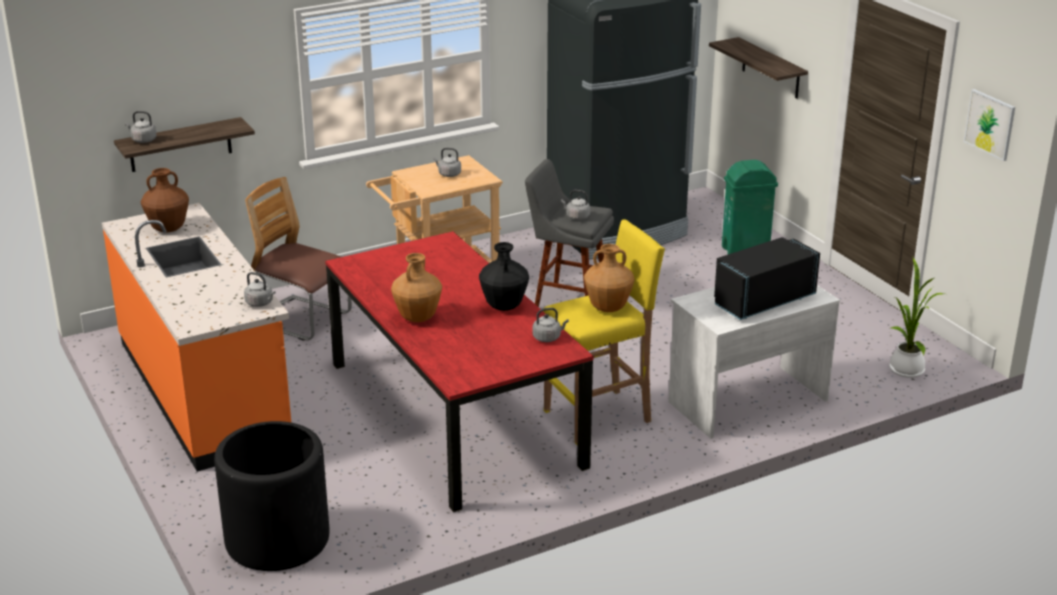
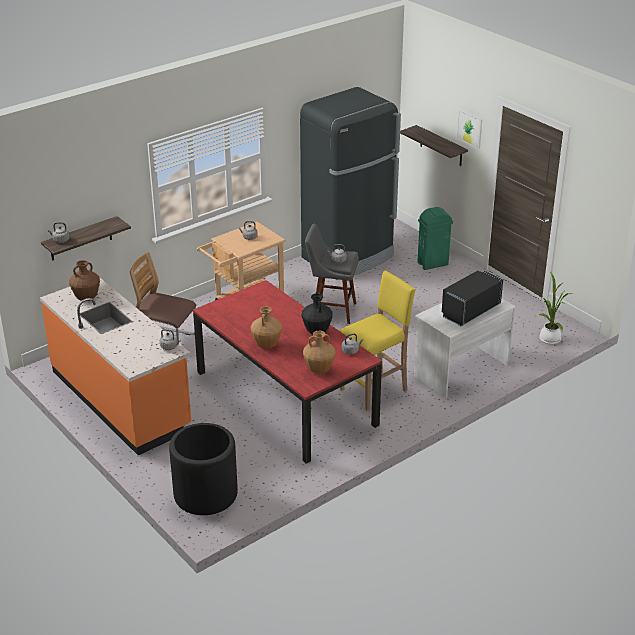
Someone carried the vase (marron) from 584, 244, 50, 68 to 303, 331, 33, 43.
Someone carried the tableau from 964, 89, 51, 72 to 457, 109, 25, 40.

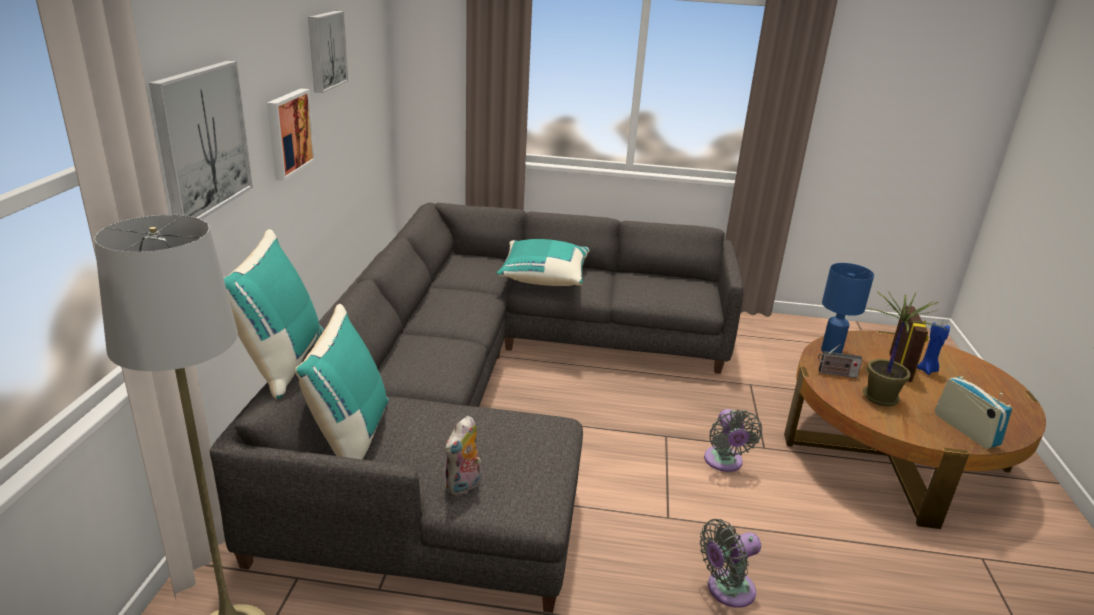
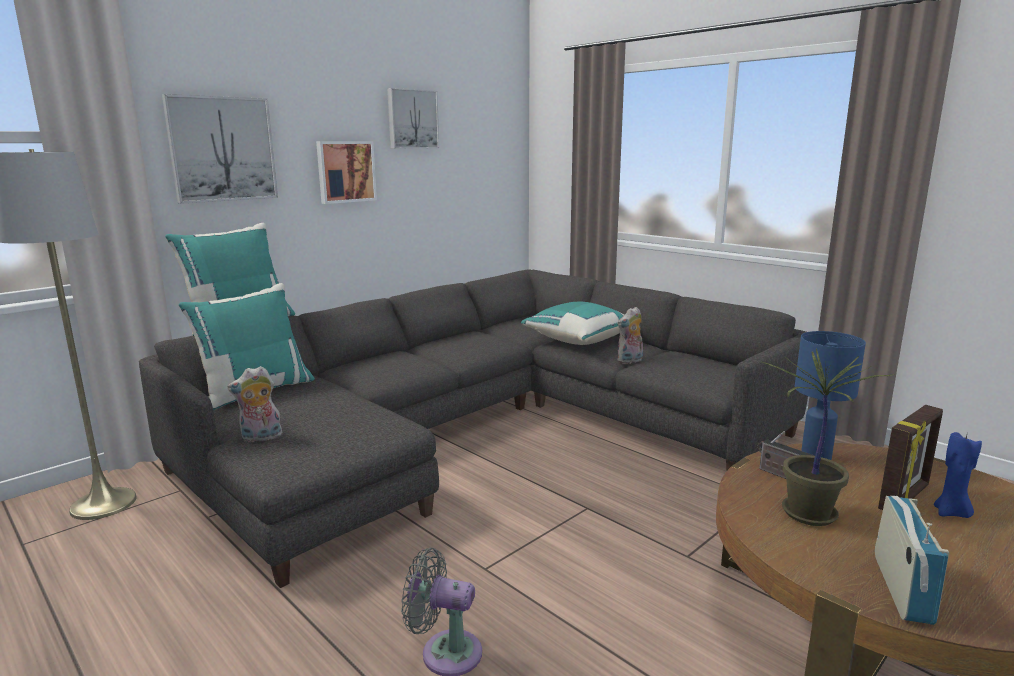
Someone put down the peluche at 618, 307, 25, 57.
Someone took away the ventilateur (gris) at 704, 409, 58, 63.

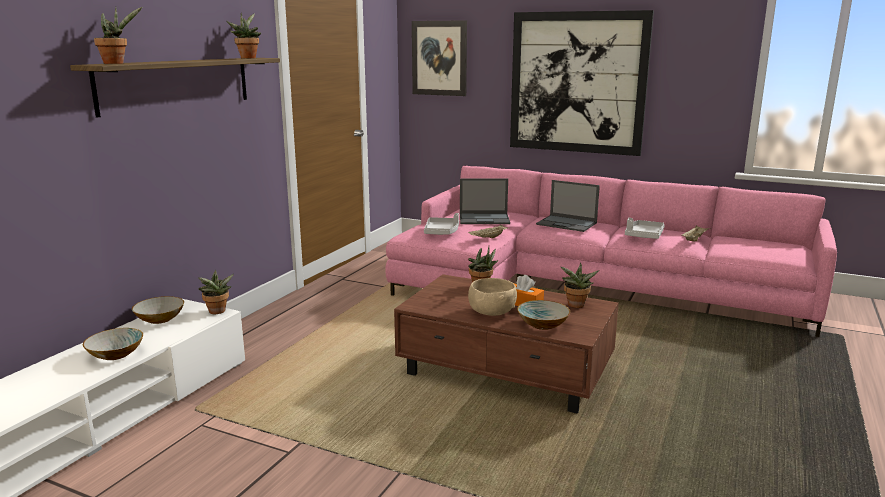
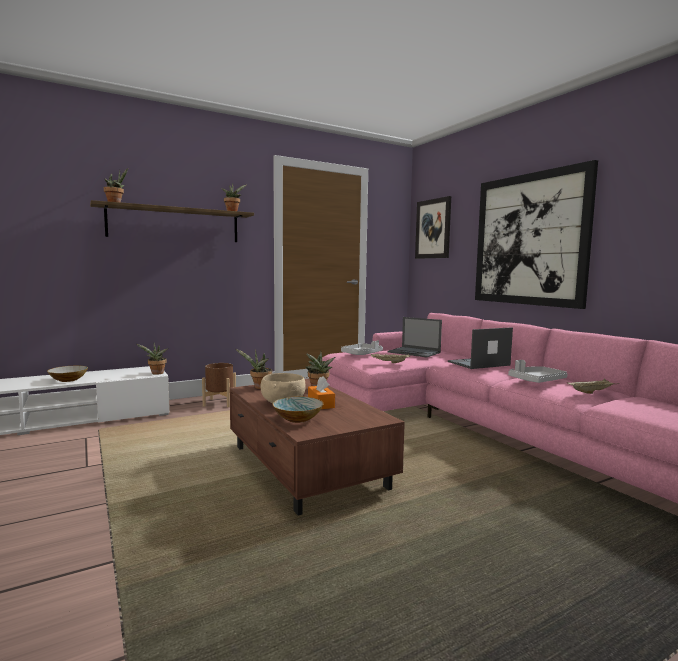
Someone put down the cache-pot (marron) at 202, 363, 34, 44.
Someone carried the plante en pot from 561, 263, 38, 45 to 236, 349, 36, 40.
Someone rotated the ordinateur portable at 536, 180, 64, 52 by 90 degrees clockwise.
Someone took away the bol at 132, 296, 52, 28.

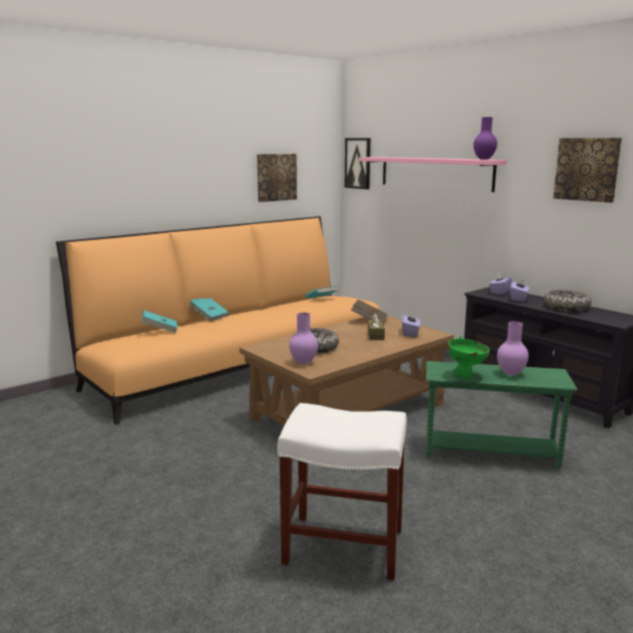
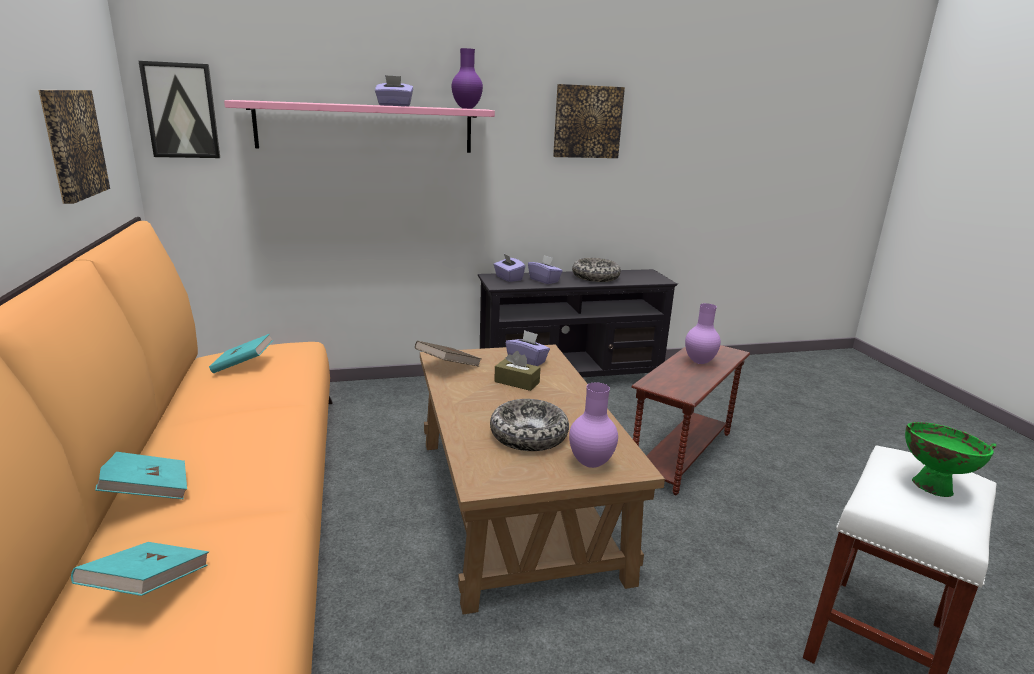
Someone put down the boîte à mouchoirs (violet) at 375, 75, 38, 31.
Someone repainted the table d'appoint (vert) at 426, 361, 151, 108, which became the table d'appoint (marron) at 631, 345, 119, 150.
Someone carried the bol (vert) from 448, 336, 41, 43 to 905, 422, 91, 75.

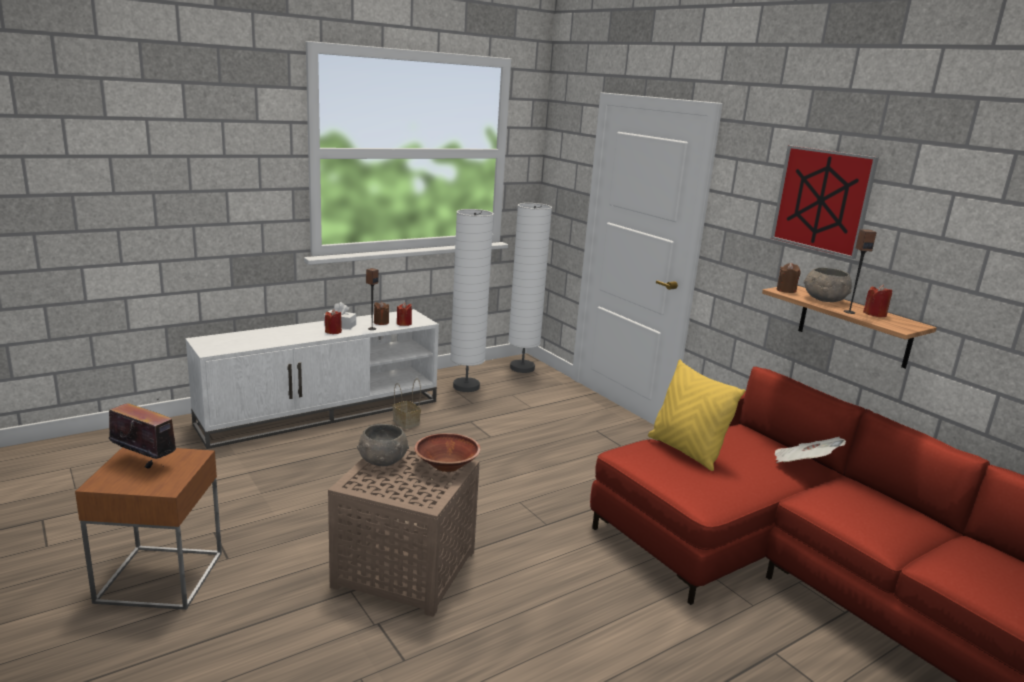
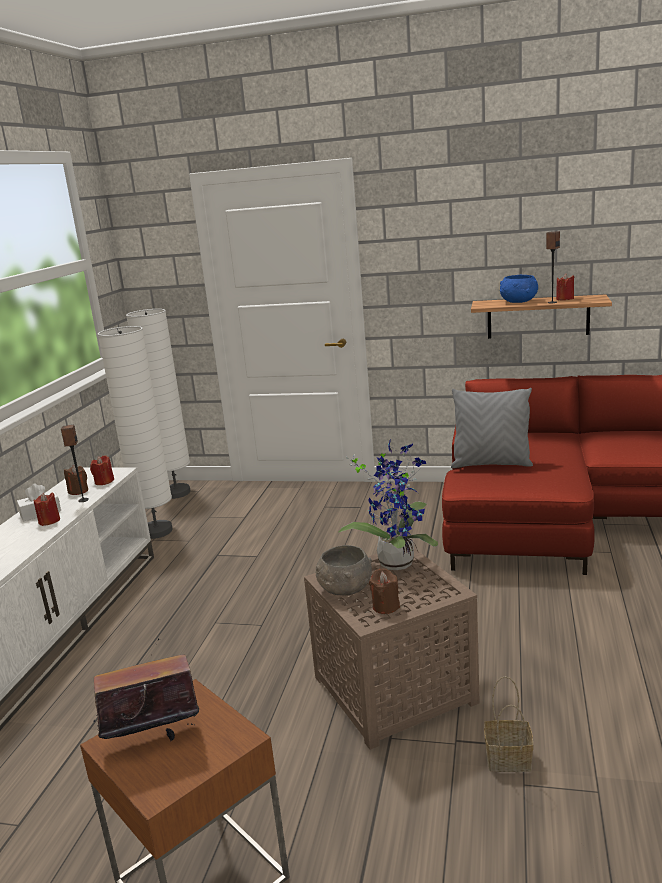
Someone swapped the bol (marron) at 414, 433, 67, 39 for the plante en pot at 339, 439, 99, 131.
Someone carried the bougie (marron) from 776, 263, 25, 30 to 369, 569, 31, 45.
Someone repainted the coussin (jaune) at 648, 360, 98, 111, which became the coussin (gris) at 451, 388, 82, 80.
Someone carried the panier from 392, 378, 29, 51 to 484, 676, 50, 96.
Someone repainted the bol (gris) at 804, 268, 48, 34, which became the bol (bleu) at 500, 275, 38, 28.
Someone took away the tableau at 771, 146, 108, 113.
Someone took away the journal at 775, 437, 71, 26.

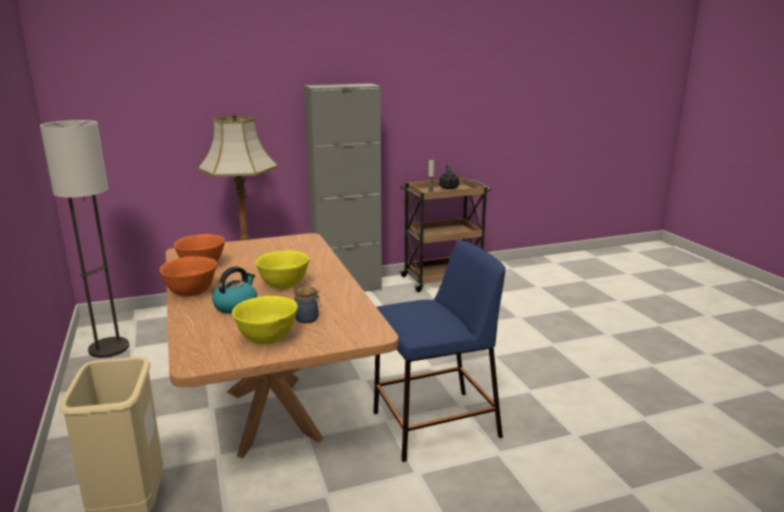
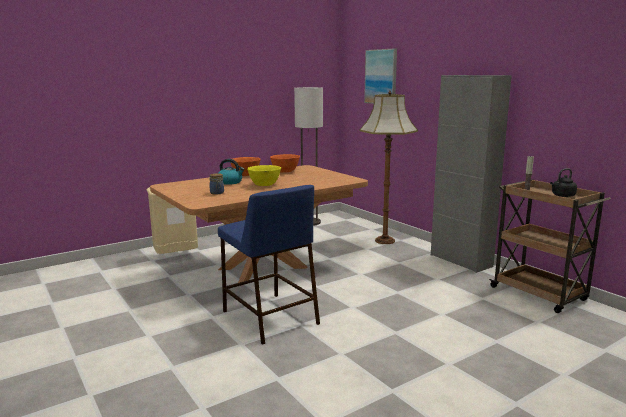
Someone put up the tableau at 364, 48, 33, 56.
Someone took away the bol (jaune) at 232, 296, 66, 49.

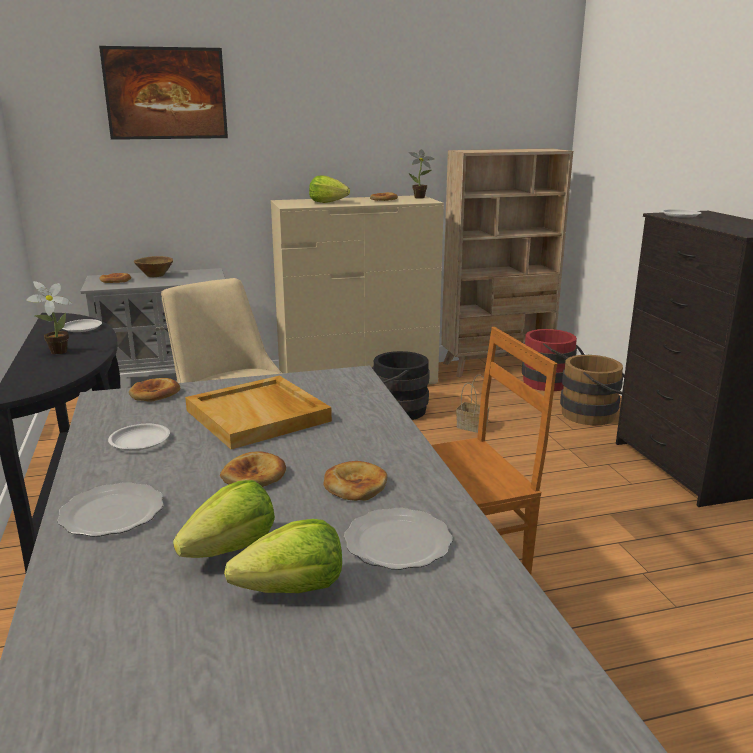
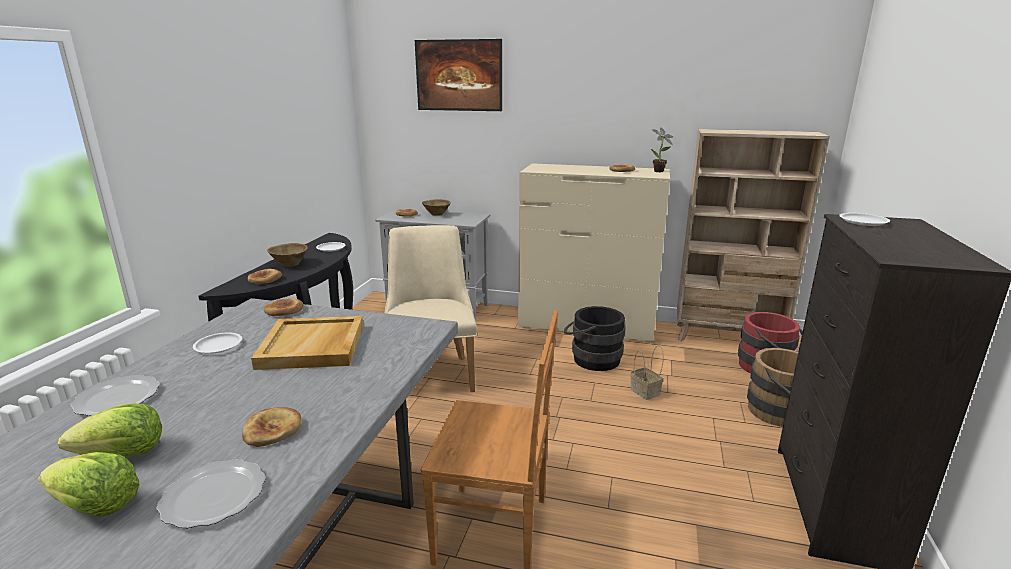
Someone carried the pain from 220, 451, 66, 36 to 248, 269, 34, 15.
Someone swapped the plante en pot at 26, 281, 46, 73 for the bol (marron) at 267, 243, 41, 24.
Someone took away the laitue at 309, 176, 41, 27.

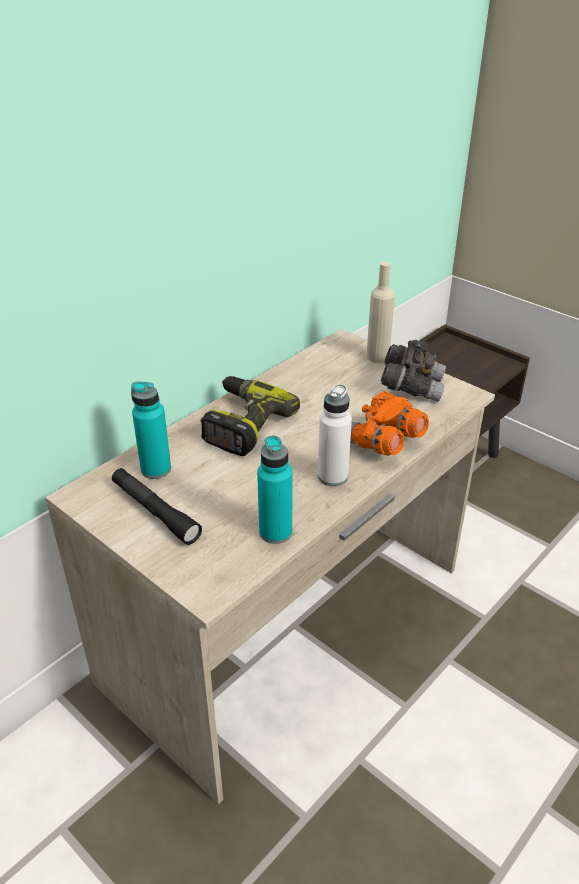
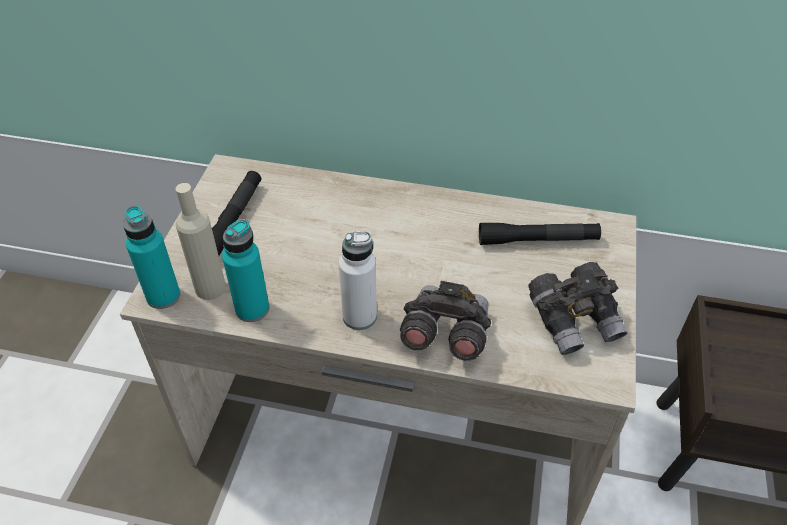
Someone carried the bouteille (turquoise) from 131, 382, 40, 97 to 123, 206, 57, 103.
Someone carried the bouteille (beige) from 366, 261, 29, 102 to 175, 183, 51, 117.
Someone repainted the jumelles (orange) at 350, 391, 79, 65, which became the jumelles (gris) at 400, 281, 91, 80.
Someone put down the lampe de poche (noir) at 479, 223, 122, 22.
Someone took away the perceuse at 201, 376, 99, 80.

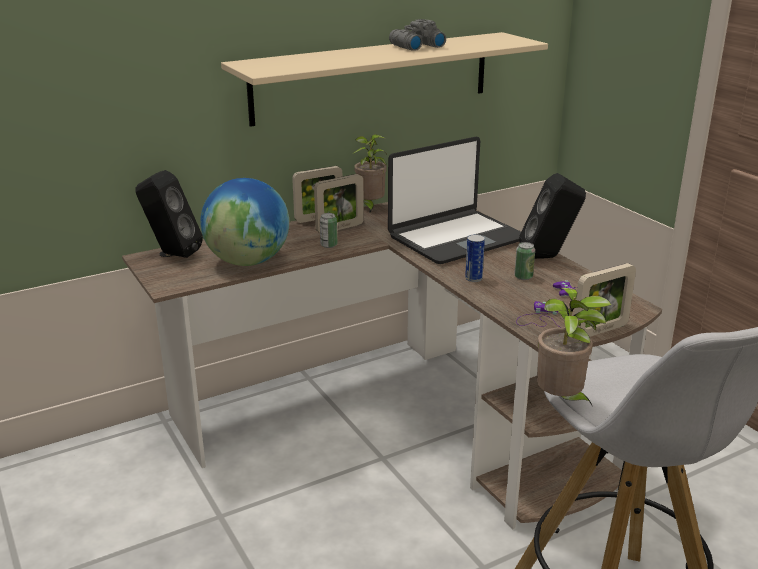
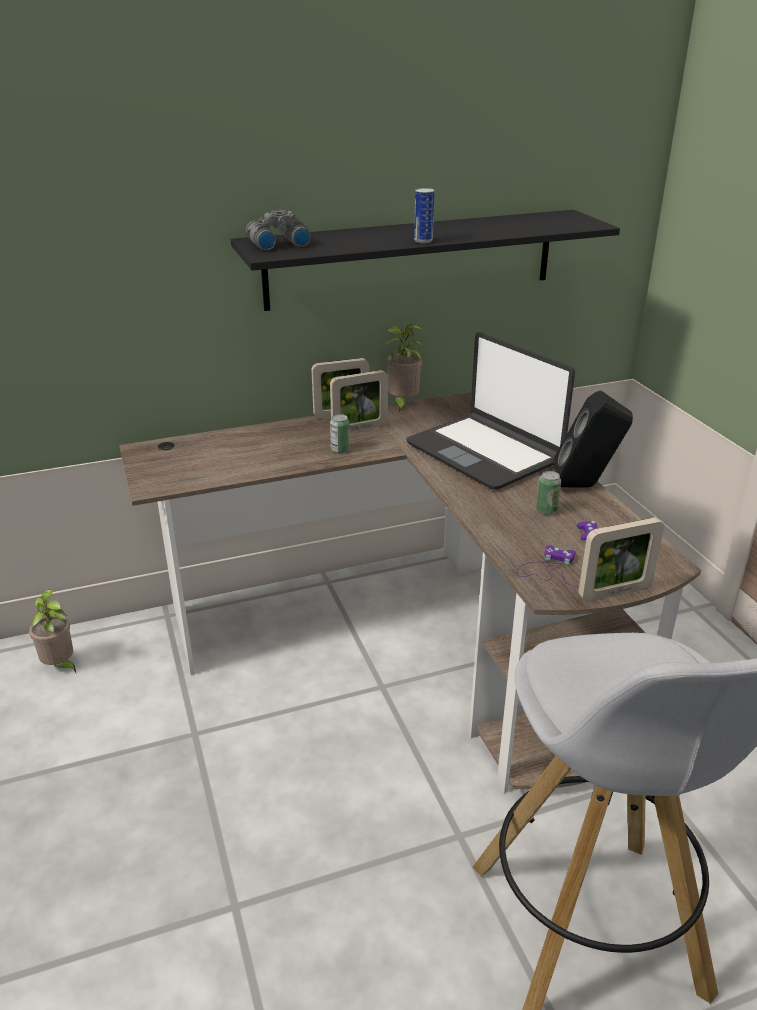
Someone carried the plante en pot from 537, 288, 74, 117 to 29, 589, 47, 84.
Someone repainted the étagère (beige) at 221, 32, 327, 95, which became the étagère (noir) at 231, 210, 389, 101.
Someone carried the jumelles (gris) from 389, 19, 57, 32 to 246, 210, 65, 40.
Someone rotated the ordinateur portable at 388, 136, 133, 128 by 75 degrees clockwise.
Someone carried the boîte métallique from 465, 234, 20, 48 to 414, 188, 20, 55.
Someone took away the enceinte (noir) at 135, 170, 68, 88.
Someone took away the globe at 200, 178, 89, 88.

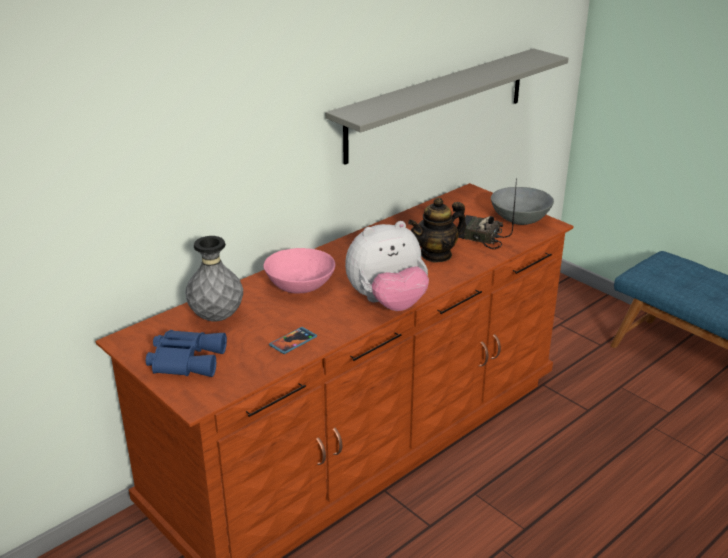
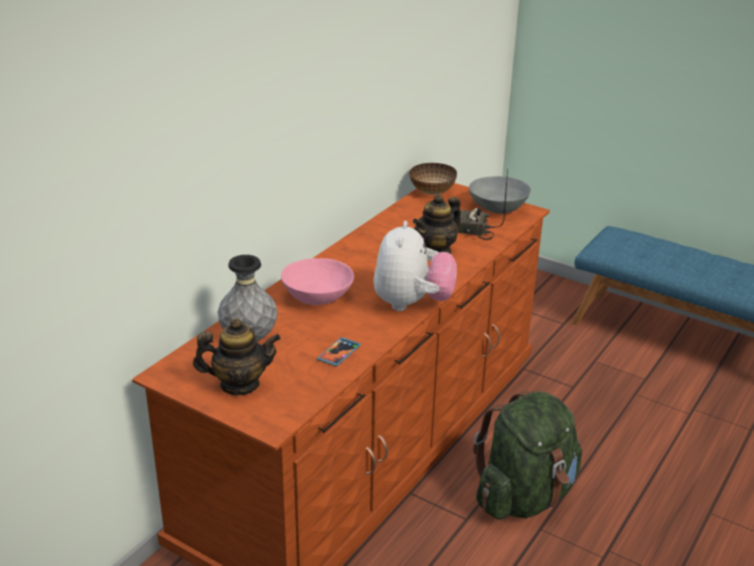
Someone swapped the jumelles (bleu) at 146, 330, 81, 47 for the théière at 193, 318, 88, 77.
Someone rotated the peluche at 345, 221, 84, 90 by 45 degrees counterclockwise.
Someone put down the bol at 409, 163, 48, 32.
Someone put down the sac à dos (vert) at 473, 391, 109, 129.
Someone took away the étagère (gris) at 325, 48, 244, 117.

